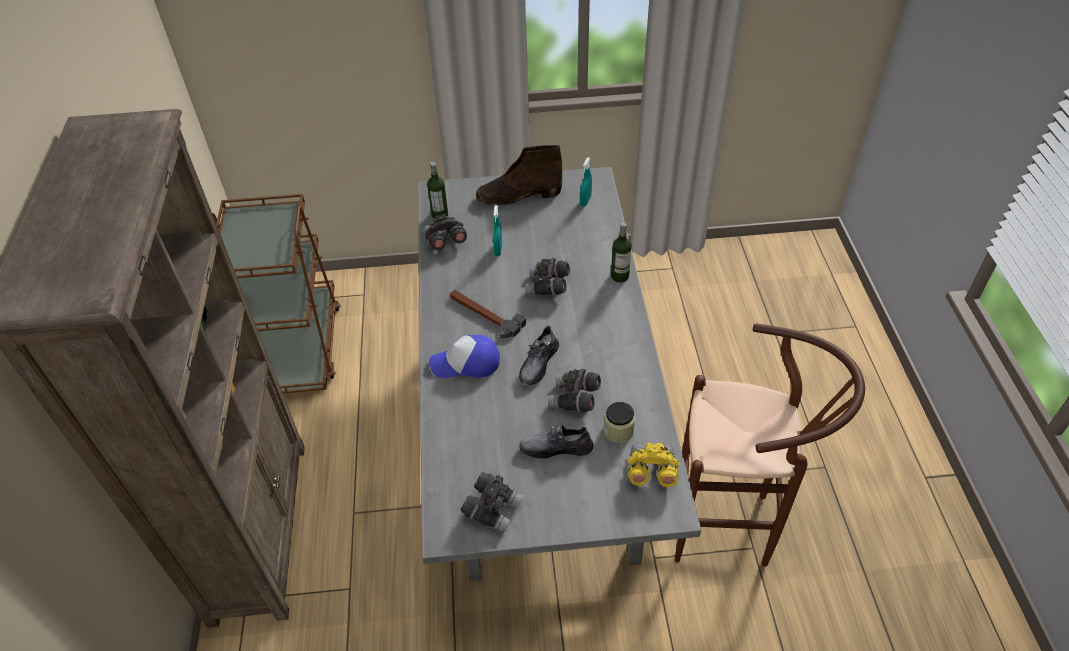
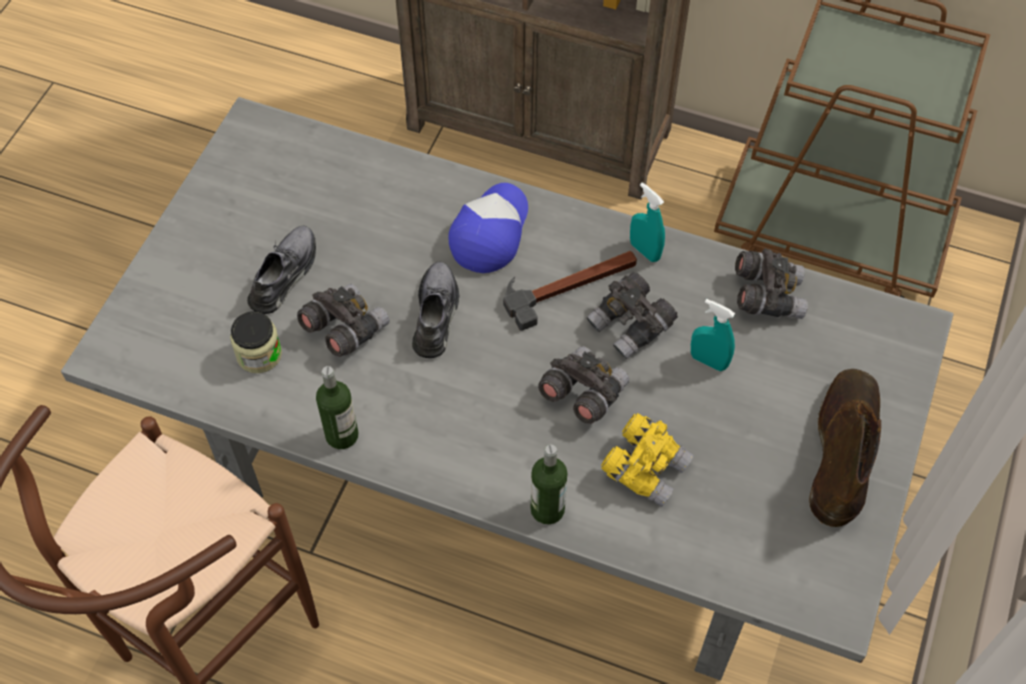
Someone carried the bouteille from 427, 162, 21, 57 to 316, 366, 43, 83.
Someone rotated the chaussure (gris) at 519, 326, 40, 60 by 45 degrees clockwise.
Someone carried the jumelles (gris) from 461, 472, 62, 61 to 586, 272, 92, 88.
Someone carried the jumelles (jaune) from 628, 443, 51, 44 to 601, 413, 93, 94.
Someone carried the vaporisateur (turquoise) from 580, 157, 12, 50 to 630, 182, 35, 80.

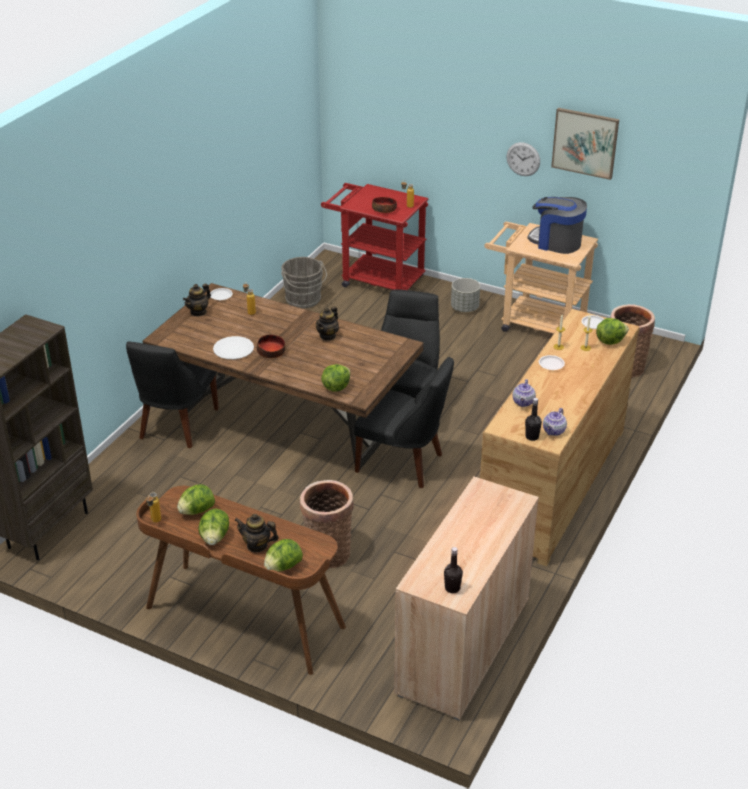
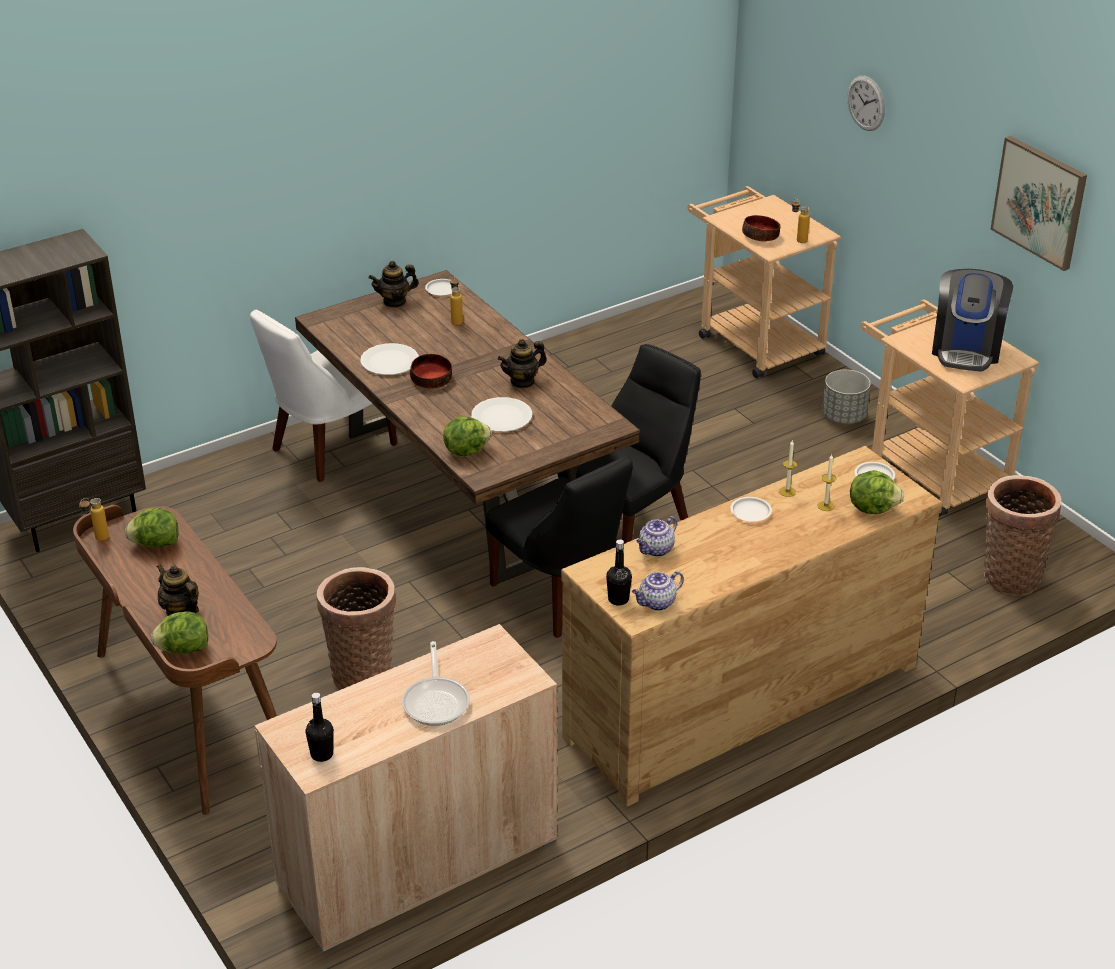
Someone repainted the chaise (noir) at 126, 341, 93, 107, which became the chaise (blanc) at 250, 310, 147, 172.
Someone put down the poêle at 402, 641, 68, 85.
Someone put down the assiette (blanc) at 471, 397, 61, 35.
Someone repainted the chariot (rouge) at 321, 183, 107, 107, which became the chariot (beige) at 687, 186, 154, 192.
Someone carried the horloge murale from 507, 142, 33, 34 to 847, 76, 38, 55.
Someone rotated the machine à café at 527, 197, 60, 57 by 135 degrees counterclockwise.
Someone took away the laitue at 198, 509, 31, 36.
Someone took away the seau (gris) at 281, 257, 46, 51.

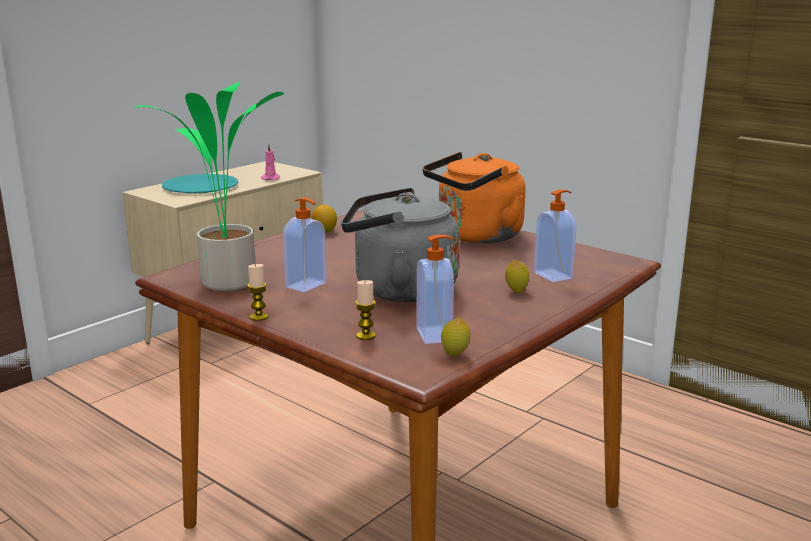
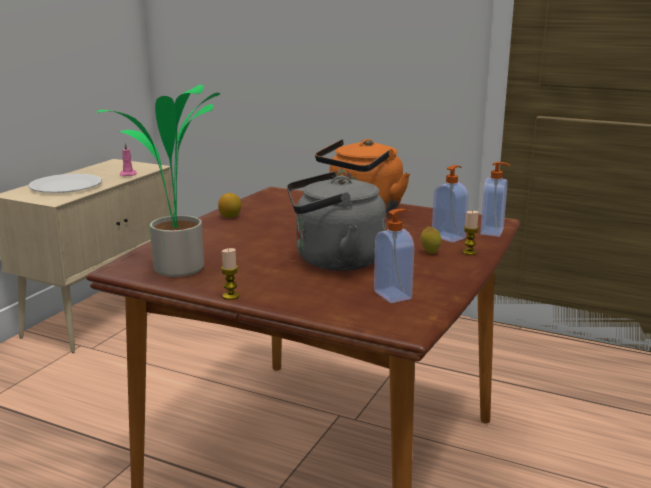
Someone repainted the assiette (turquoise) at 162, 174, 76, 19, which became the assiette (blanc) at 28, 174, 74, 19.
Someone carried the bougie from 355, 280, 21, 60 to 462, 211, 17, 44.
Someone carried the distributeur de savon from 283, 197, 44, 95 to 480, 162, 30, 75.
Someone took away the citron at 441, 317, 29, 39.

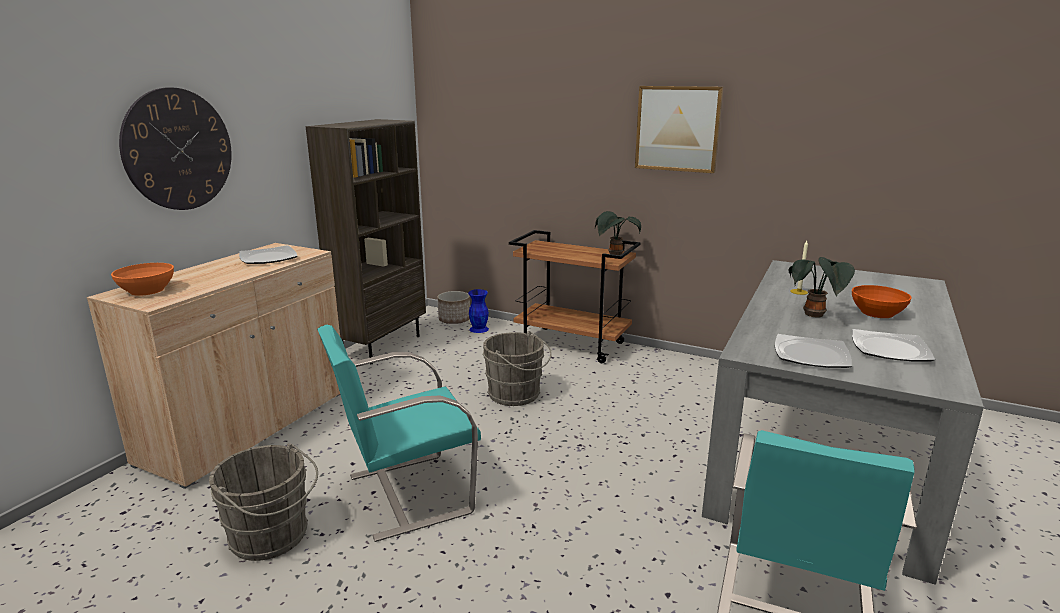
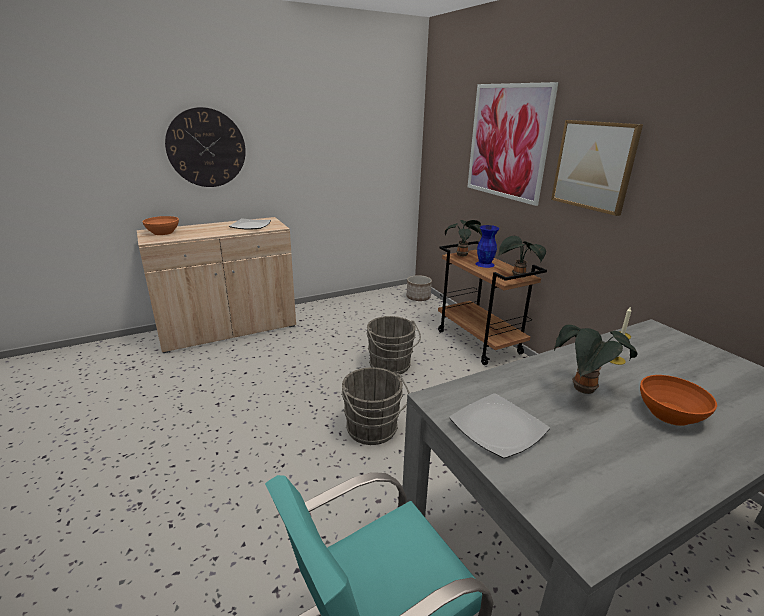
Someone carried the seau (gris) from 209, 443, 109, 118 to 341, 367, 69, 78.
Someone put down the plante en pot at 445, 220, 37, 36.
Someone put up the tableau at 467, 82, 92, 124.
Someone carried the vase (bleu) from 468, 289, 21, 44 to 476, 225, 23, 43.
Someone took away the bibliothèque (marron) at 306, 119, 120, 245.
Someone took away the chaise (turquoise) at 317, 324, 164, 218.
Someone took away the assiette at 852, 329, 83, 32.

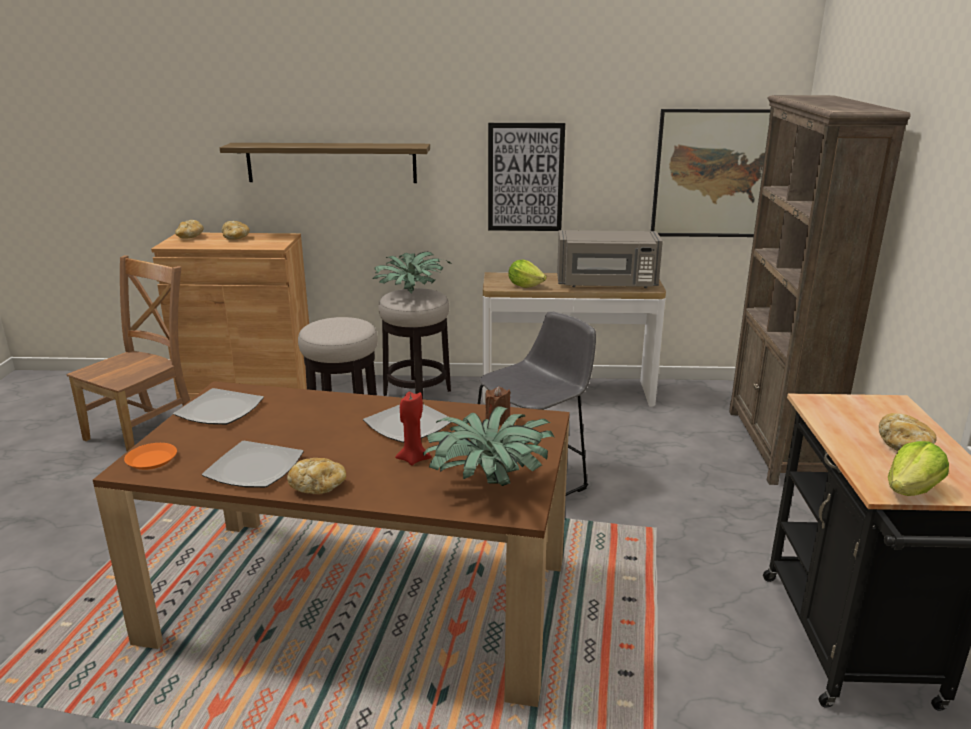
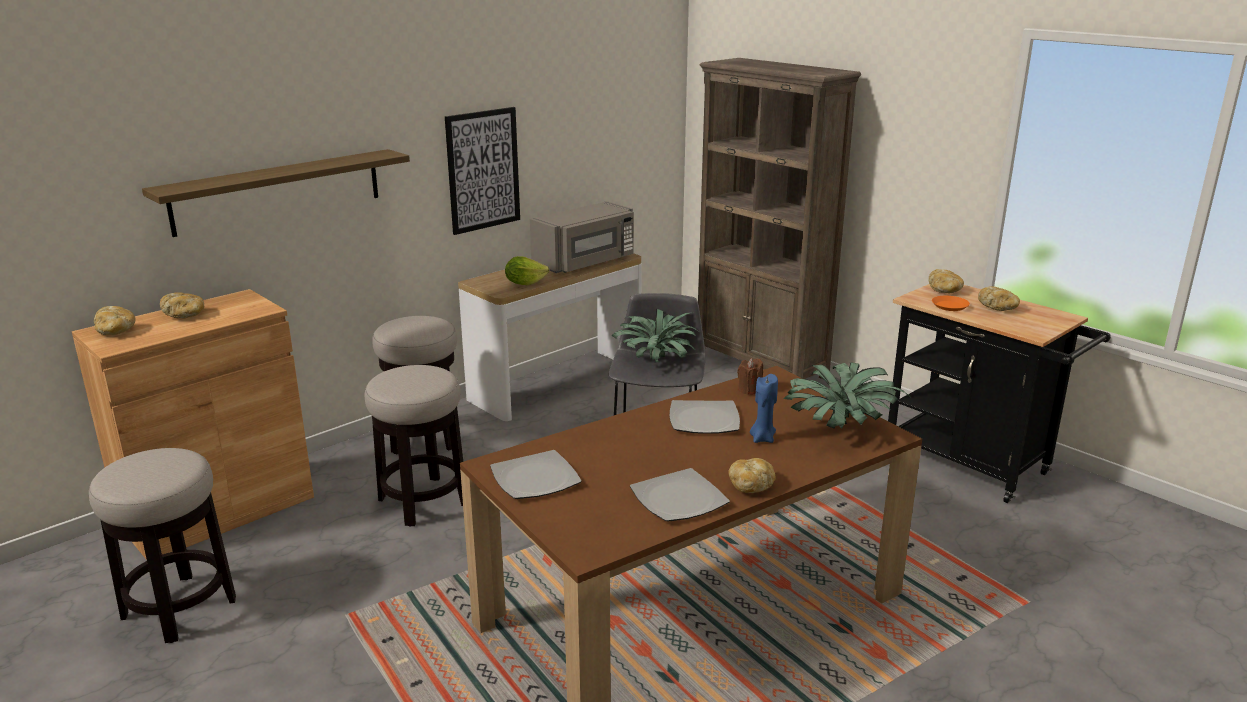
Someone swapped the chaise (marron) at 66, 255, 124, 196 for the tabouret at 89, 448, 147, 195.
Someone carried the plante en pot from 373, 252, 78, 41 to 611, 308, 90, 54.
Someone repainted the bougie (rouge) at 395, 392, 36, 74, which became the bougie (bleu) at 750, 374, 28, 69.
Someone put down the pain at 928, 269, 36, 24.
Someone carried the assiette (orange) from 124, 443, 53, 27 to 932, 296, 38, 15.
Someone took away the tableau at 651, 109, 119, 128.
Someone took away the laitue at 888, 441, 61, 55.

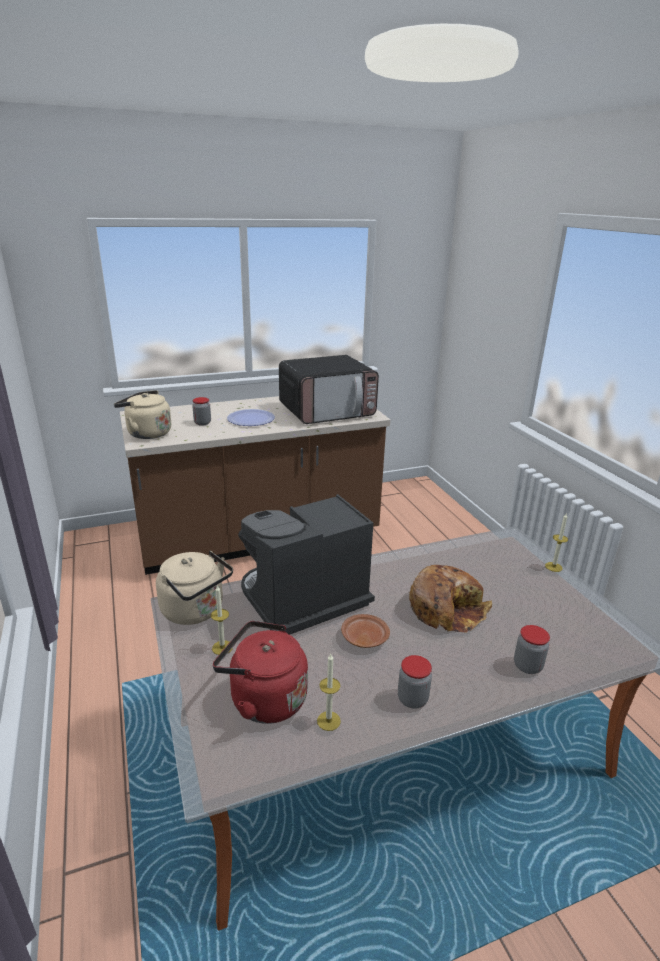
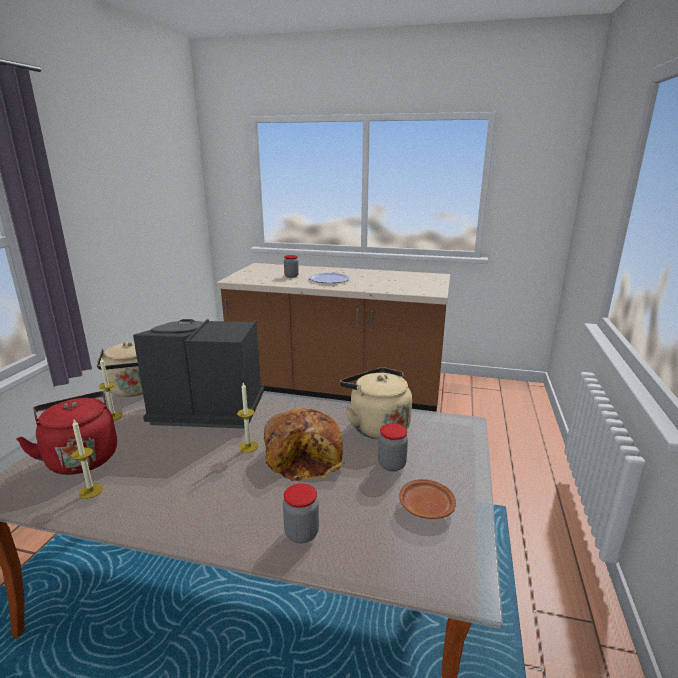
Someone carried the bougie from 545, 513, 23, 59 to 237, 383, 21, 70.
Someone carried the bouilloire (beige) from 114, 390, 57, 49 to 340, 367, 72, 72.
Someone carried the bocal from 398, 655, 34, 54 to 378, 423, 30, 49.
Someone carried the assiette (marron) from 341, 614, 49, 34 to 399, 479, 57, 40.
Someone took away the micro-ondes at 279, 355, 100, 69.

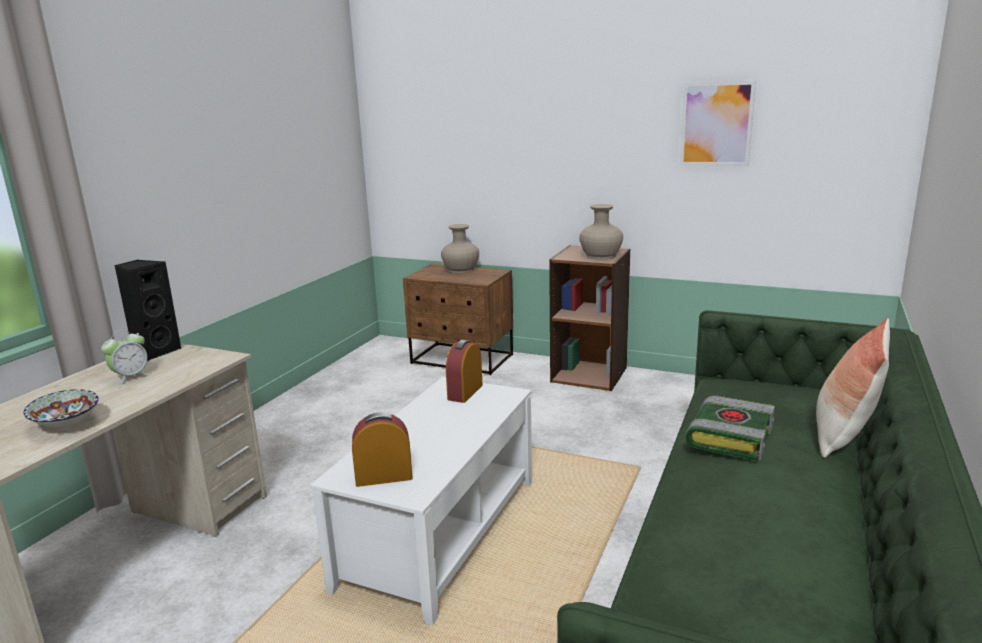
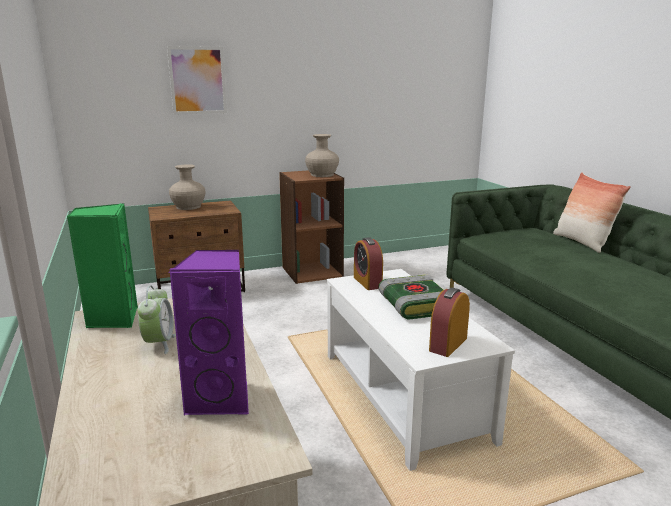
Someone repainted the enceinte (noir) at 115, 260, 67, 101, which became the enceinte (vert) at 67, 203, 71, 125.
Someone carried the tableau from 680, 81, 76, 85 to 167, 46, 60, 69.
Someone swapped the bol at 23, 389, 76, 39 for the enceinte (violet) at 168, 250, 81, 165.
Someone carried the livre from 686, 395, 89, 66 to 379, 275, 64, 44.

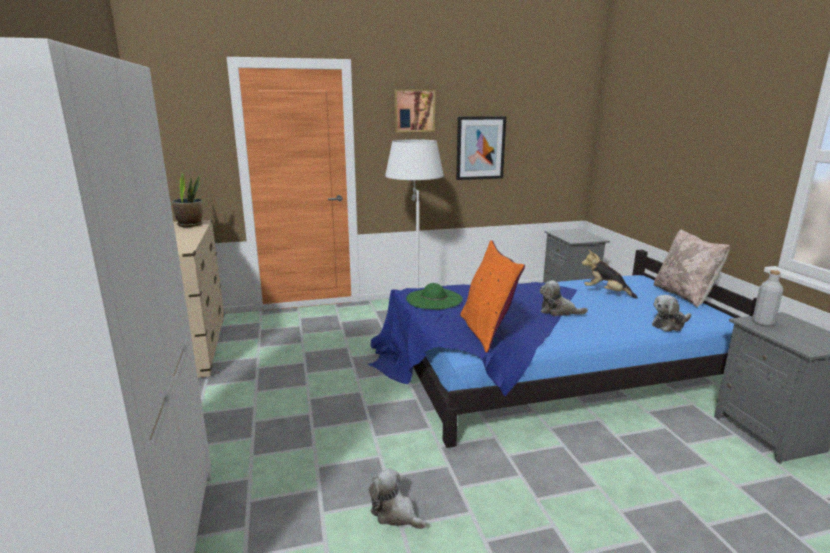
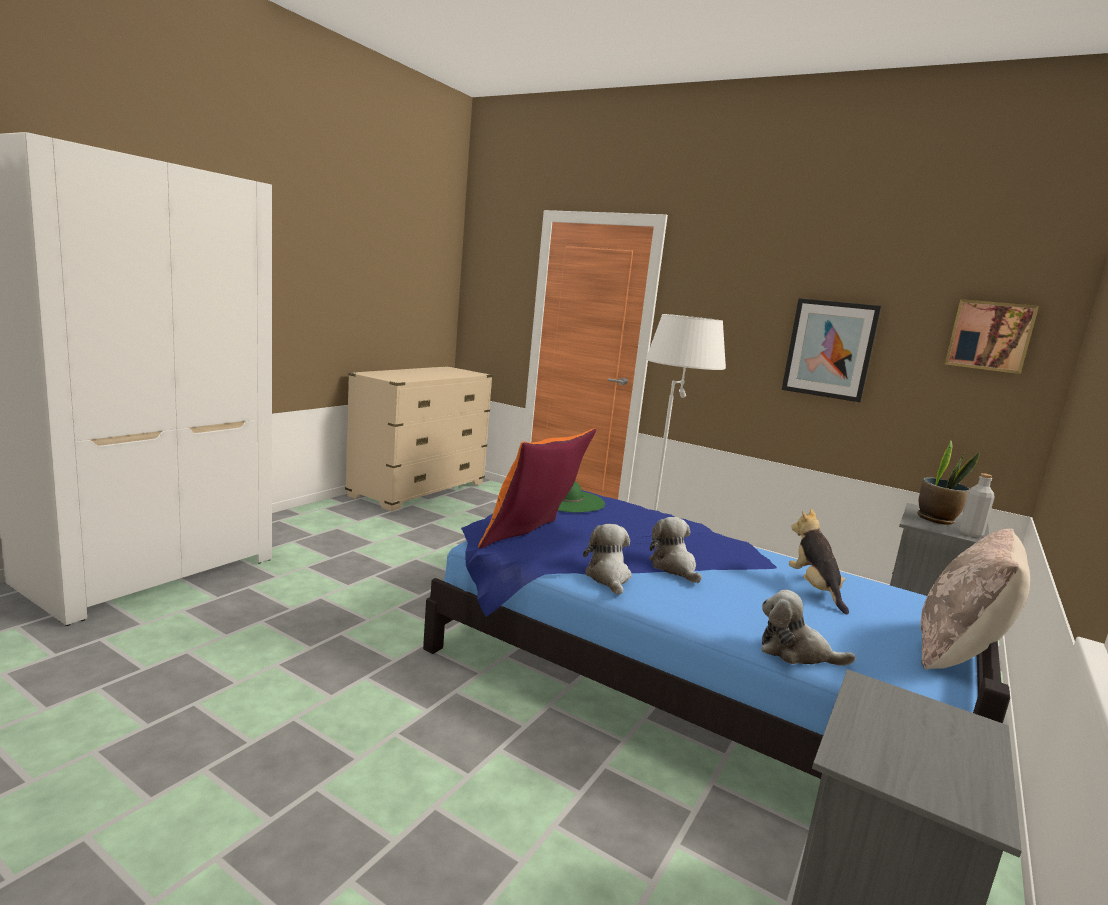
Someone carried the peluche from 369, 468, 58, 61 to 583, 524, 49, 71.
Someone carried the plante en pot from 172, 172, 31, 55 to 917, 441, 63, 84.
Someone carried the tableau from 394, 89, 41, 43 to 945, 299, 94, 75.
Someone carried the bouteille (gris) from 752, 270, 31, 56 to 959, 473, 36, 65.

